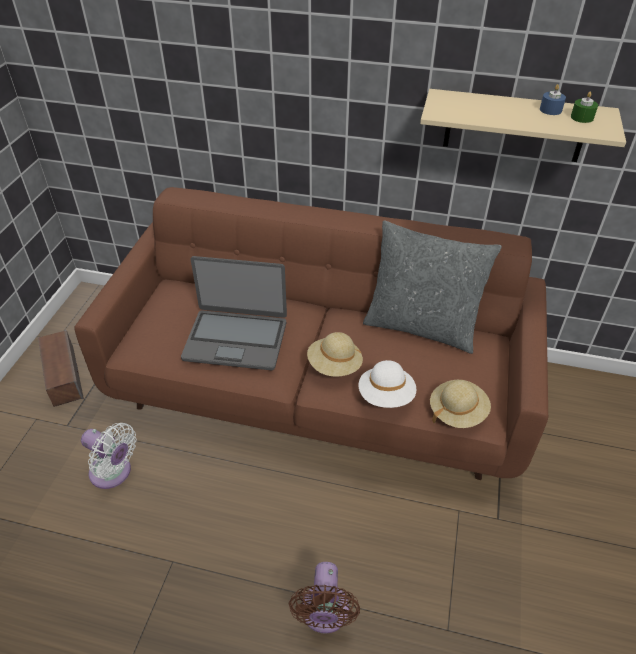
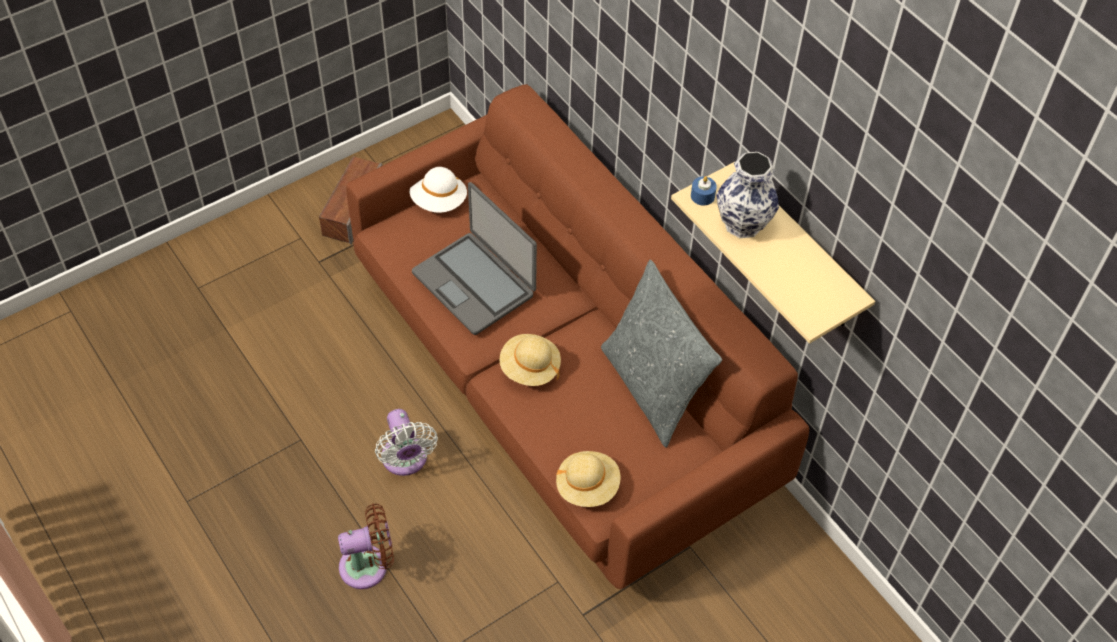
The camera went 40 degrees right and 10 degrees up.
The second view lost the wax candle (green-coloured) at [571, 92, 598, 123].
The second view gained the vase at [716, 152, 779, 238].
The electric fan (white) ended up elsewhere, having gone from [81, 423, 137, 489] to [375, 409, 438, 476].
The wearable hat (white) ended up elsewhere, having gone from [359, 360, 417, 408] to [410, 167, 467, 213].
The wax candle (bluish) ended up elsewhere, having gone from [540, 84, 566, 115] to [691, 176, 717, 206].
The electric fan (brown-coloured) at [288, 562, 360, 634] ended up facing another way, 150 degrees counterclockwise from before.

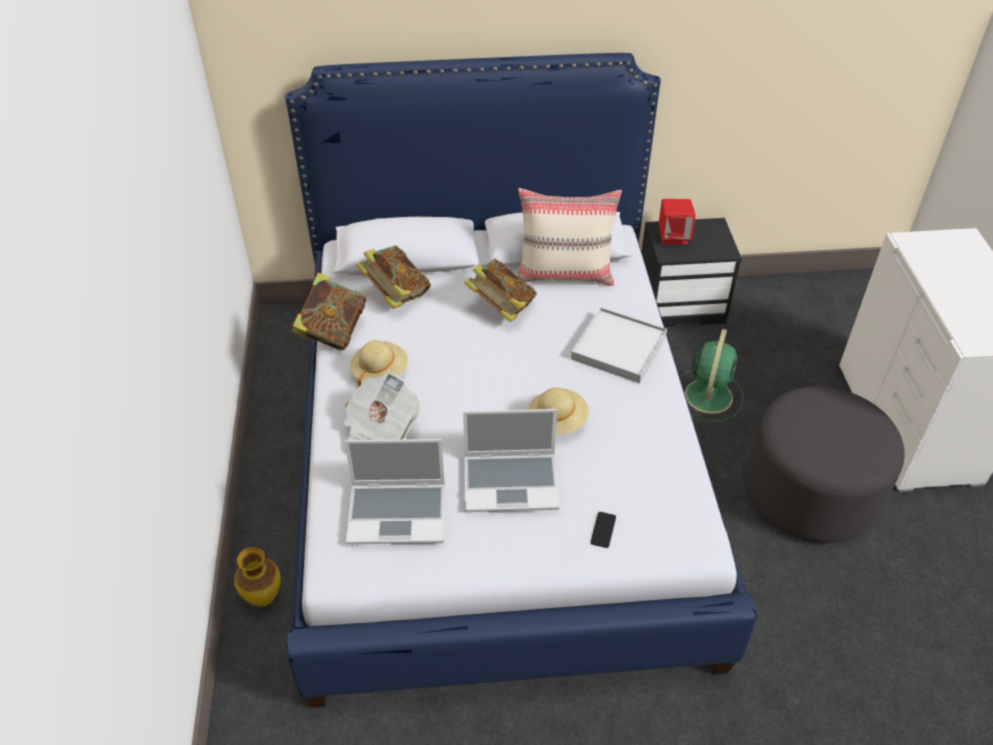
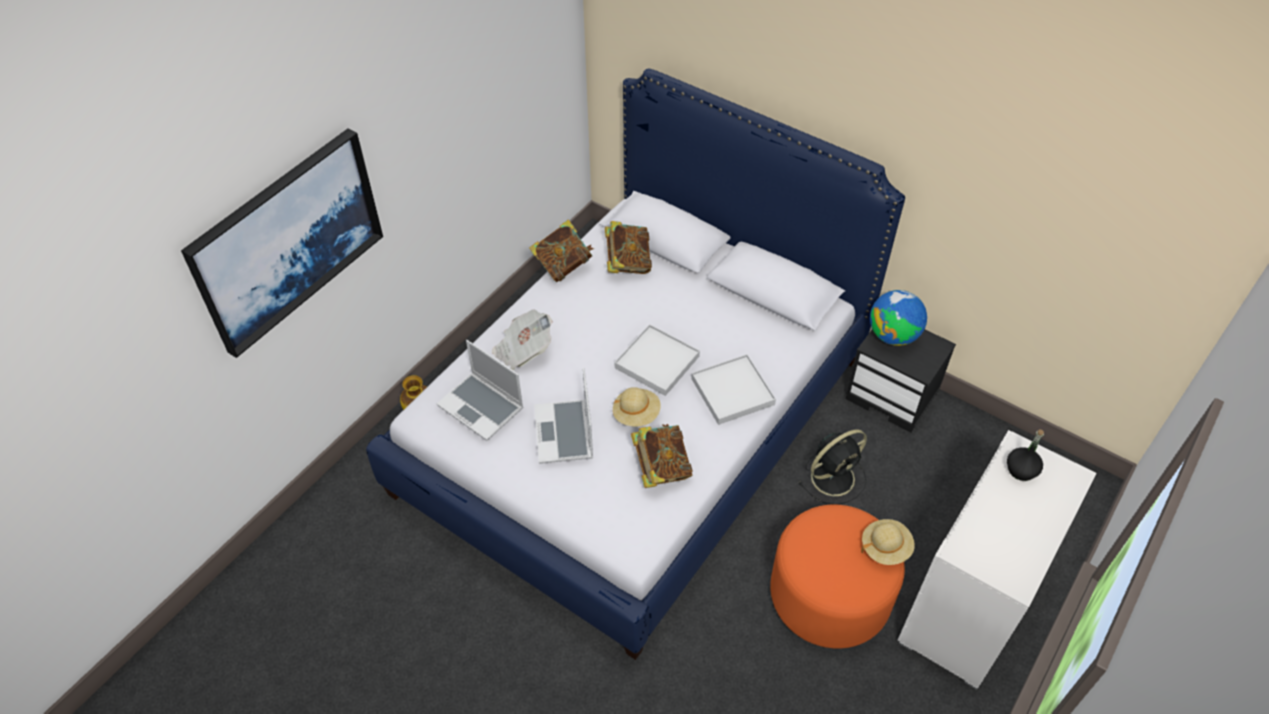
The camera went 40 degrees right and 5 degrees up.
The second view lost the cushion (sand-coloured) at [517, 188, 622, 286].
The second view lost the phone at [591, 512, 616, 548].
The second view gained the wall art at [181, 128, 383, 358].
The second view gained the tray (white) at [615, 324, 700, 396].
The second view gained the drink bottle (black) at [1007, 430, 1044, 481].
The wearable hat (sand-coloured) ended up elsewhere, having gone from [350, 340, 408, 387] to [861, 519, 915, 565].
The bound book ended up elsewhere, having gone from [464, 259, 537, 322] to [631, 424, 693, 488].
Where the loudspeaker (reddish) stood at [659, 199, 696, 245], the world globe came to stand at [870, 290, 927, 346].
What was the electric fan (green-coloured) at [680, 329, 744, 421] turned into the electric fan (black) at [798, 429, 867, 505].
What was the footrest (gray) at [746, 387, 905, 543] turned into the footrest (orange) at [770, 504, 905, 649].
The portable computer at [463, 409, 560, 512] ended up facing another way, 45 degrees clockwise from before.

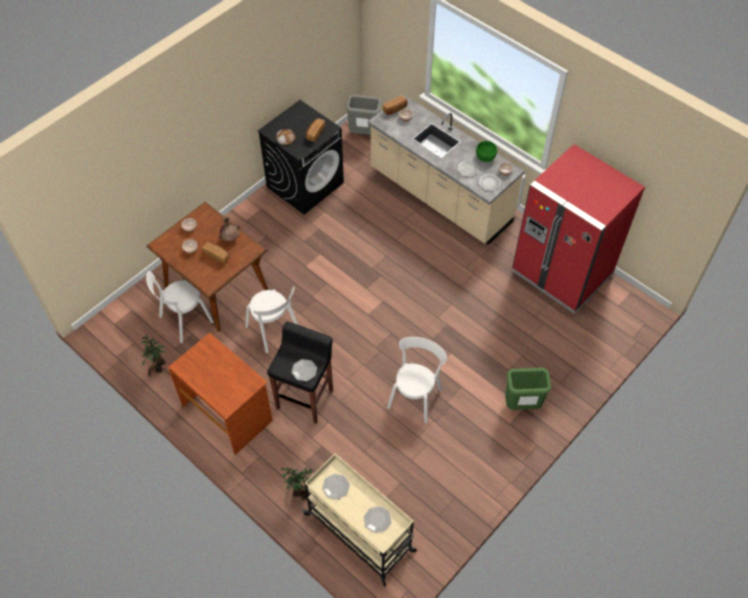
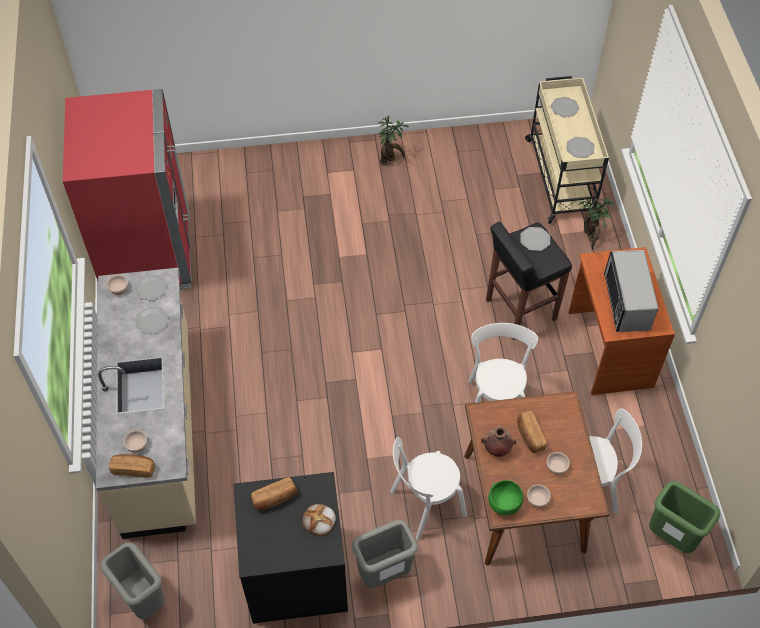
The camera went 140 degrees left and 0 degrees up.
The second view gained the trash can (gray) at [352, 520, 418, 588].
The second view gained the microwave at [604, 250, 658, 332].
The potted plant ended up elsewhere, having gone from [141, 335, 166, 377] to [378, 116, 409, 165].
The chair (white) ended up elsewhere, having gone from [387, 337, 447, 423] to [390, 437, 467, 540].
The deep dish (green-coloured) ended up elsewhere, having gone from [476, 141, 498, 162] to [488, 480, 523, 515].
The trash can (green-coloured) ended up elsewhere, having gone from [505, 368, 551, 410] to [649, 481, 720, 553].

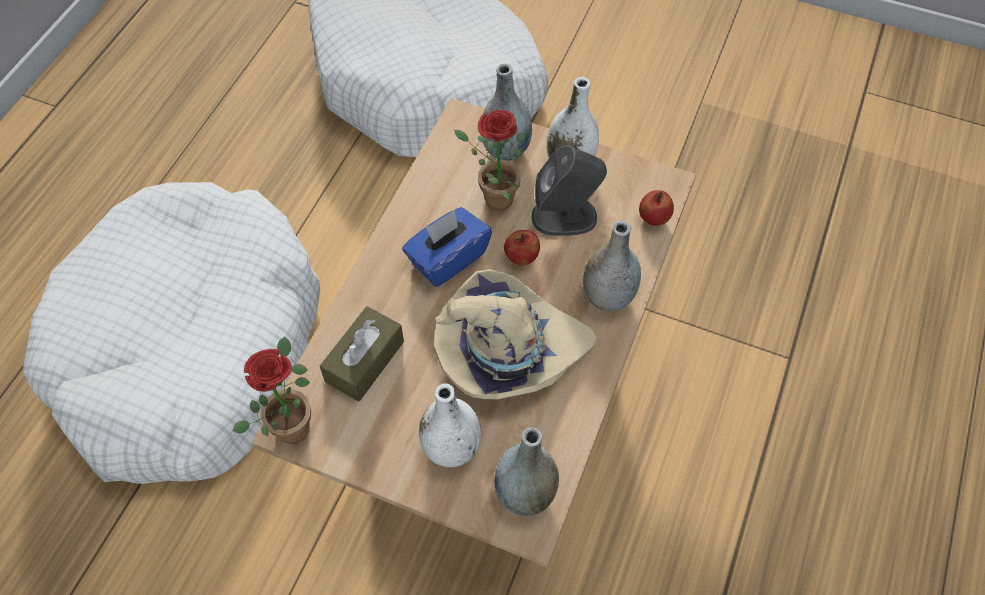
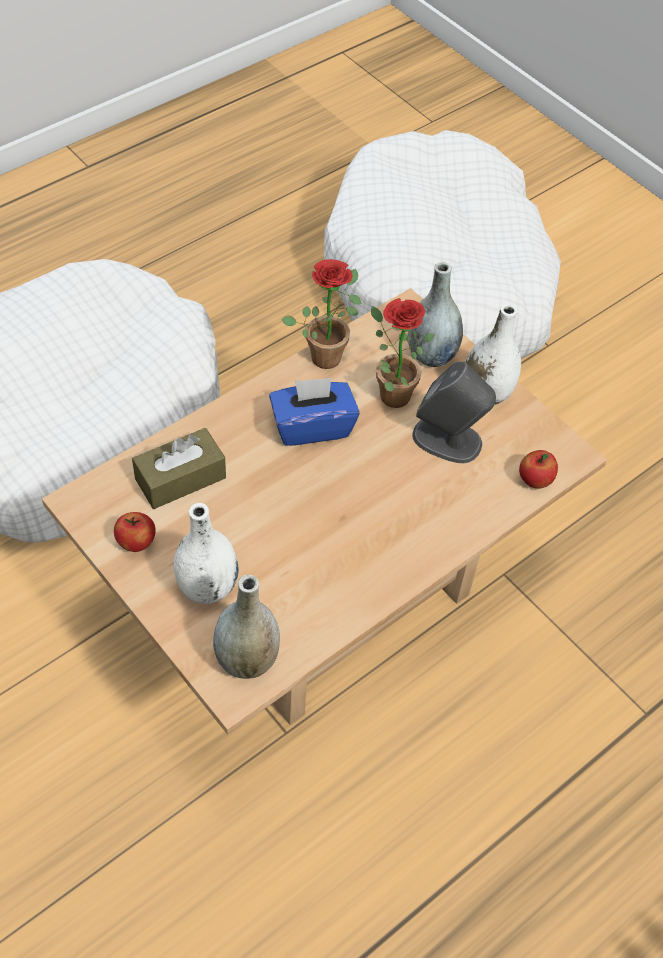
The camera went 25 degrees right and 5 degrees down.
The second view lost the wearable hat (sand-coloured) at [434, 269, 597, 399].
The second view lost the vase (gray) at [583, 220, 641, 311].
The potted plant ended up elsewhere, having gone from [232, 336, 311, 444] to [281, 259, 361, 369].
The apple ended up elsewhere, having gone from [504, 230, 540, 266] to [114, 512, 156, 552].

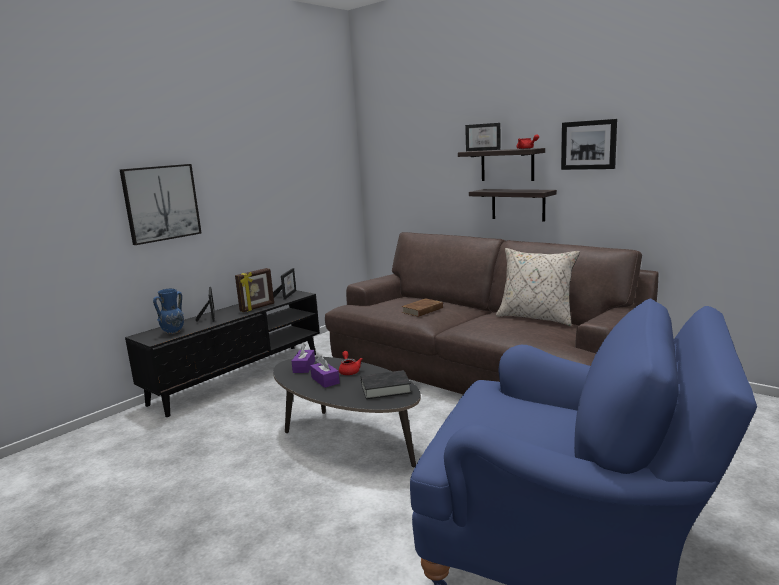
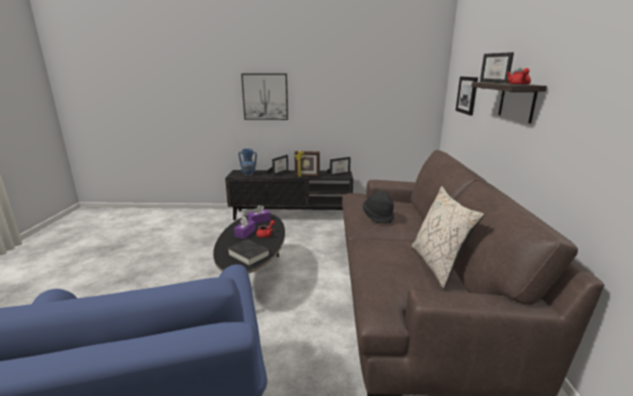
The camera went 50 degrees right and 5 degrees up.
The second view lost the shelf at [469, 189, 557, 221].
The wall art ended up elsewhere, having gone from [561, 119, 617, 170] to [456, 77, 478, 115].
Where the bound book (brown-coloured) stood at [401, 298, 443, 317], the wearable hat (black) came to stand at [363, 191, 394, 223].

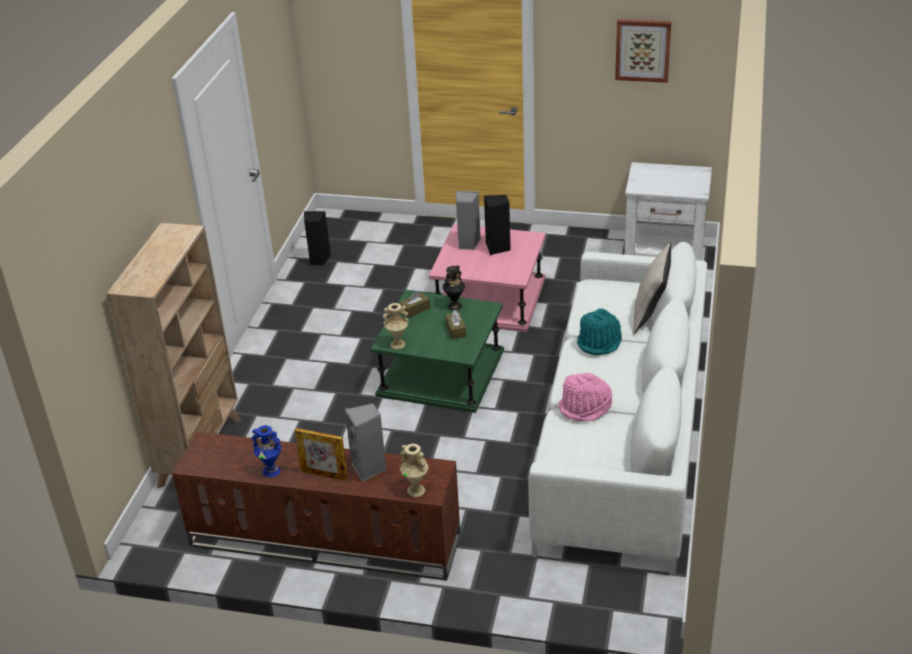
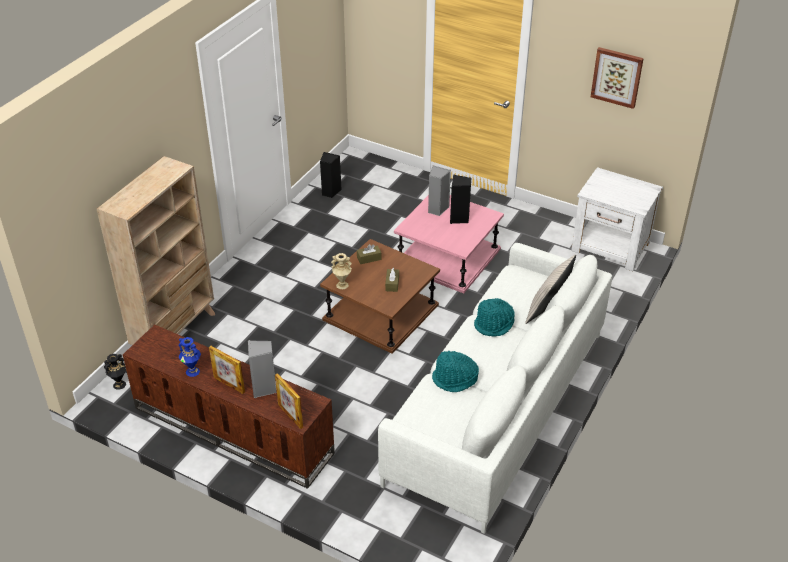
The camera went 15 degrees right and 5 degrees up.
The vase (black) ended up elsewhere, having gone from [443, 265, 465, 311] to [104, 354, 126, 390].
Where the vase (sand-coloured) stood at [400, 443, 429, 497], the photo frame came to stand at [275, 373, 303, 429].
What was the accent table (green-coloured) at [371, 290, 504, 413] turned into the accent table (brown-coloured) at [320, 239, 440, 354].
What was the wearable hat (pink) at [559, 373, 612, 421] turned into the wearable hat (turquoise-coloured) at [432, 351, 479, 392].

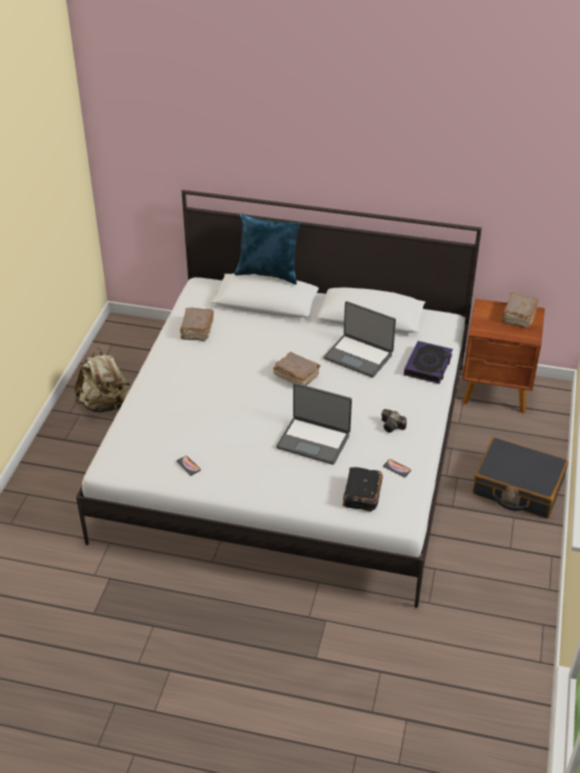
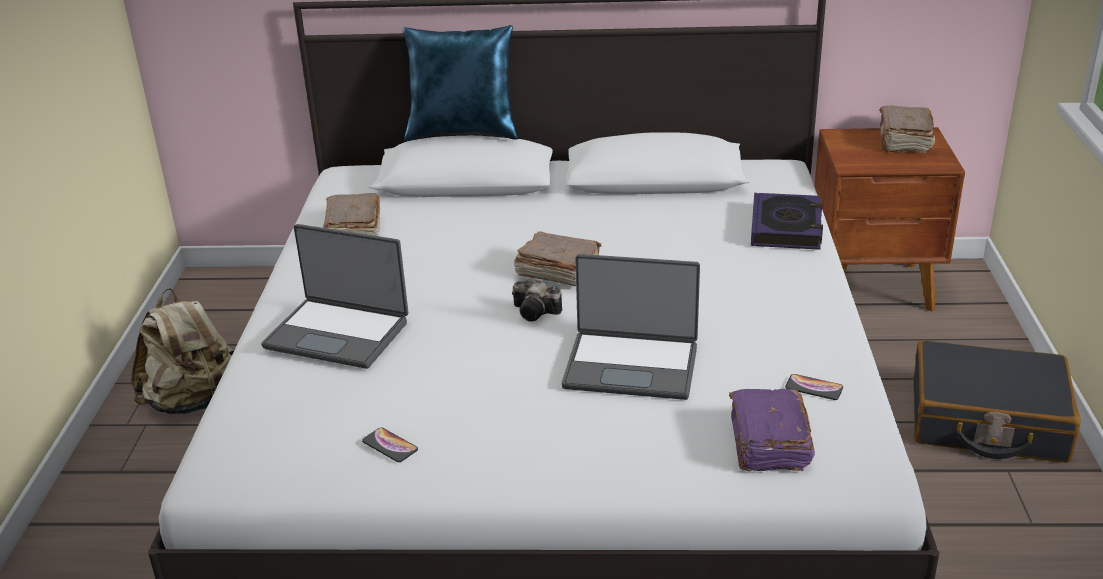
The camera went 10 degrees left and 10 degrees down.
The portable computer ended up elsewhere, having gone from [324, 301, 396, 378] to [262, 224, 408, 369].
The still camera ended up elsewhere, having gone from [381, 409, 407, 433] to [512, 280, 562, 322].
What was the bound book (black) at [342, 467, 383, 512] turned into the bound book (purplish) at [729, 389, 815, 471].

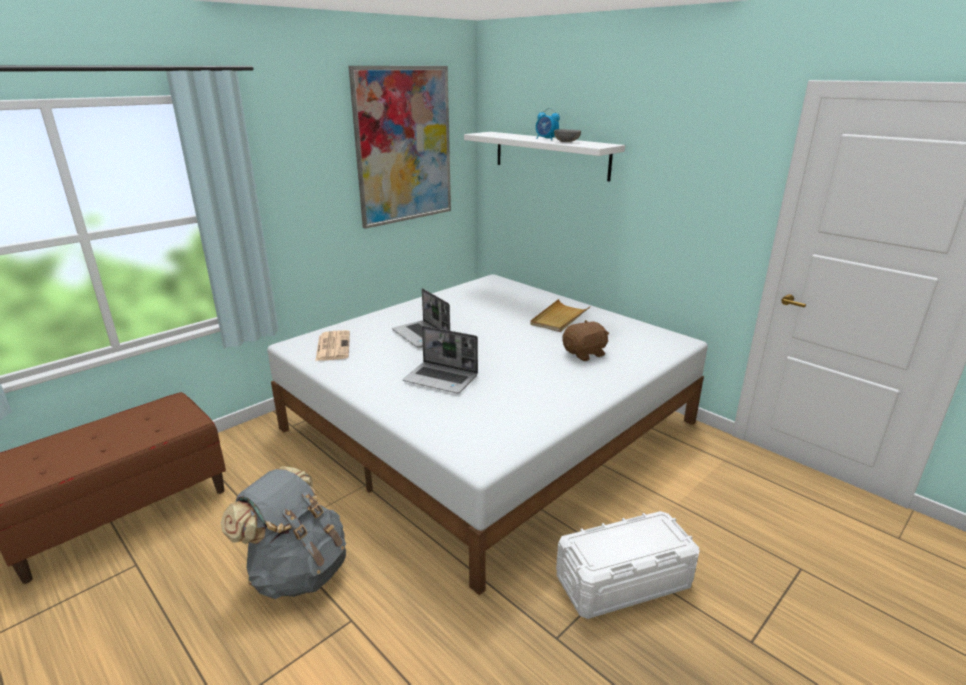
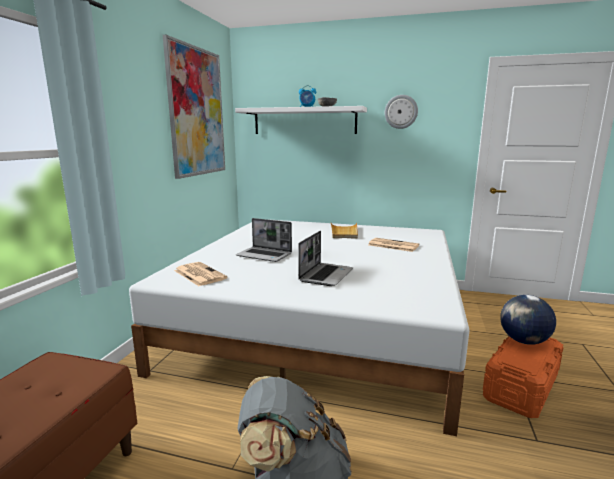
The camera went 30 degrees left and 10 degrees down.
The second view gained the hanging clock at [385, 95, 418, 129].
The second view gained the world globe at [500, 295, 556, 345].
Where the soft toy (brown-coloured) stood at [562, 320, 609, 361], the printed paper came to stand at [368, 238, 419, 252].
What was the storage box (white) at [556, 511, 700, 619] turned into the storage box (orange) at [483, 336, 564, 418].
The portable computer at [403, 326, 478, 394] ended up facing another way, 60 degrees counterclockwise from before.

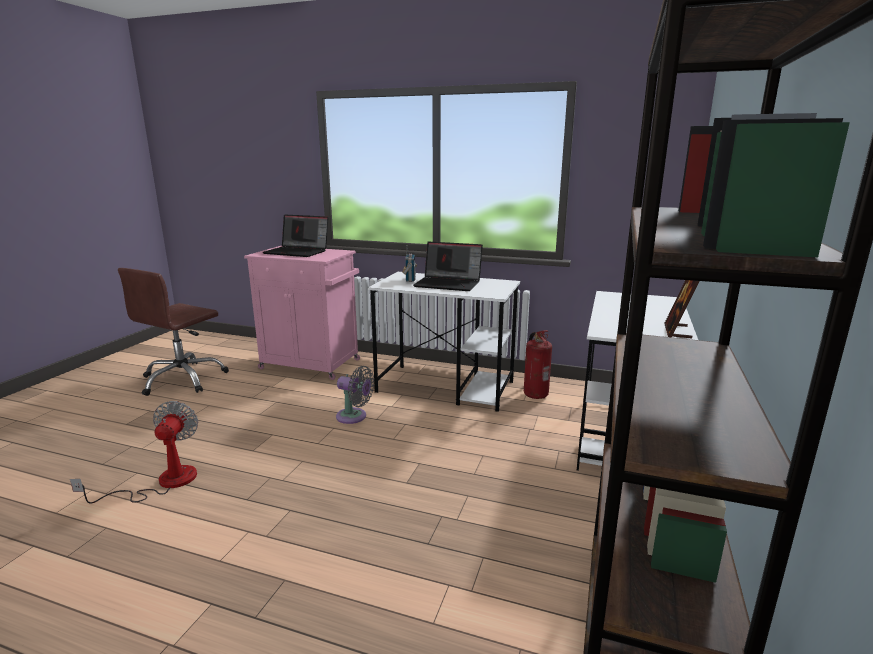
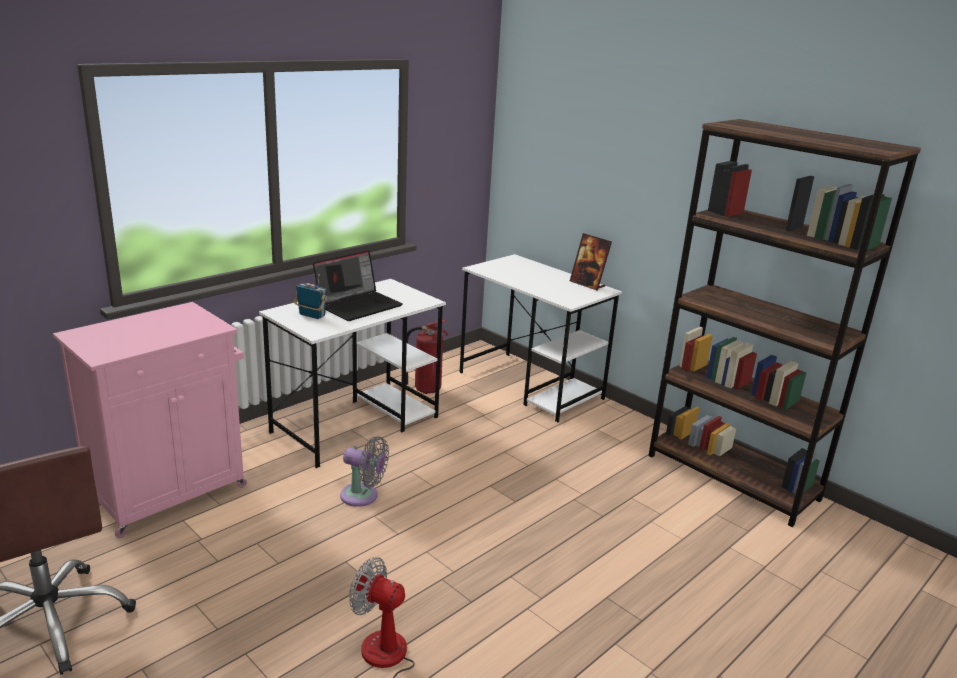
The camera went 65 degrees left and 5 degrees up.
The second view lost the portable computer at [263, 214, 328, 257].
The electric fan (gray) at [336, 366, 374, 424] ended up facing another way, 60 degrees clockwise from before.

